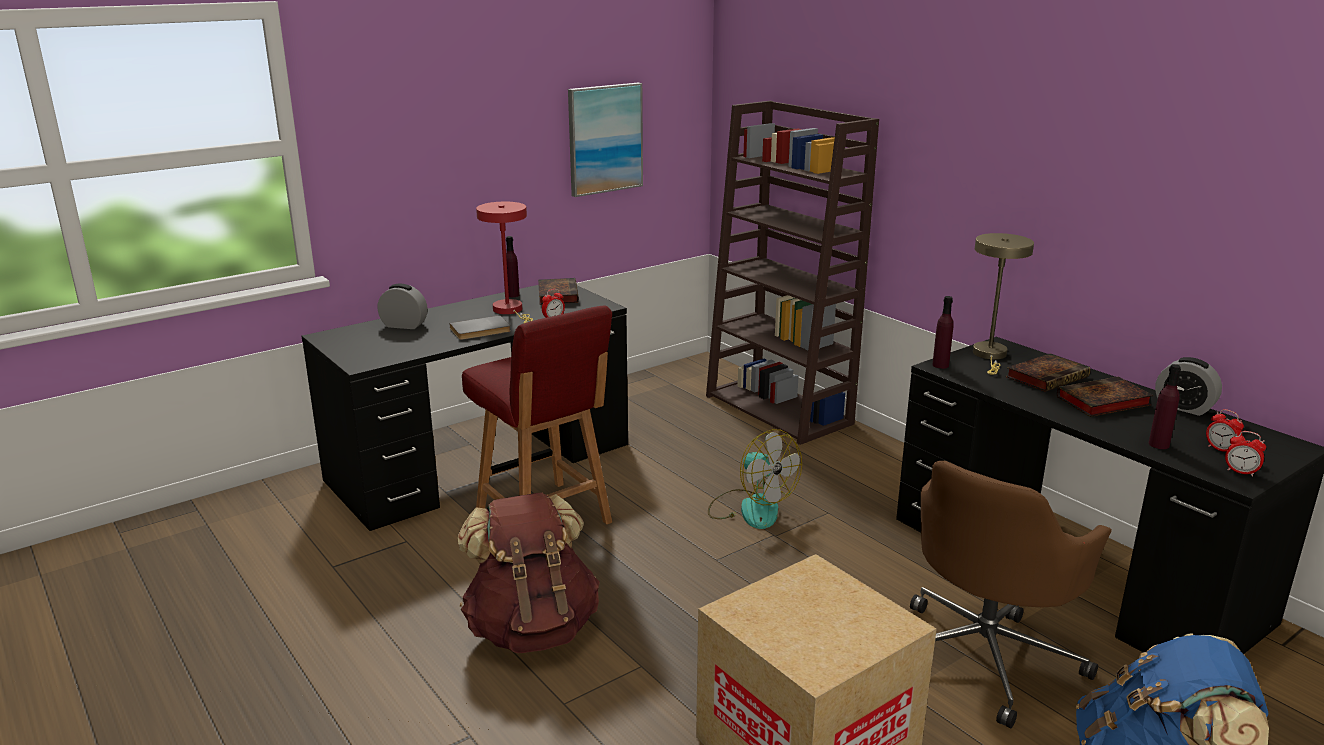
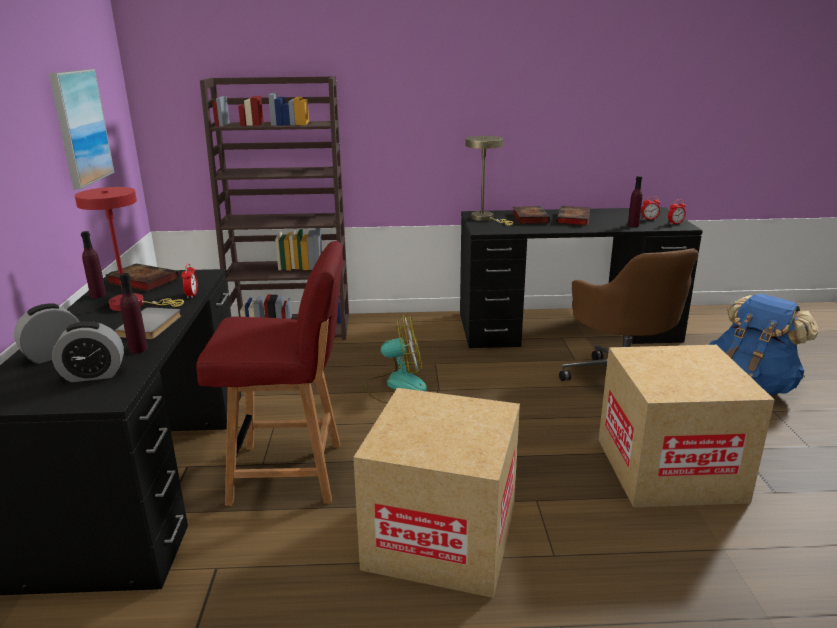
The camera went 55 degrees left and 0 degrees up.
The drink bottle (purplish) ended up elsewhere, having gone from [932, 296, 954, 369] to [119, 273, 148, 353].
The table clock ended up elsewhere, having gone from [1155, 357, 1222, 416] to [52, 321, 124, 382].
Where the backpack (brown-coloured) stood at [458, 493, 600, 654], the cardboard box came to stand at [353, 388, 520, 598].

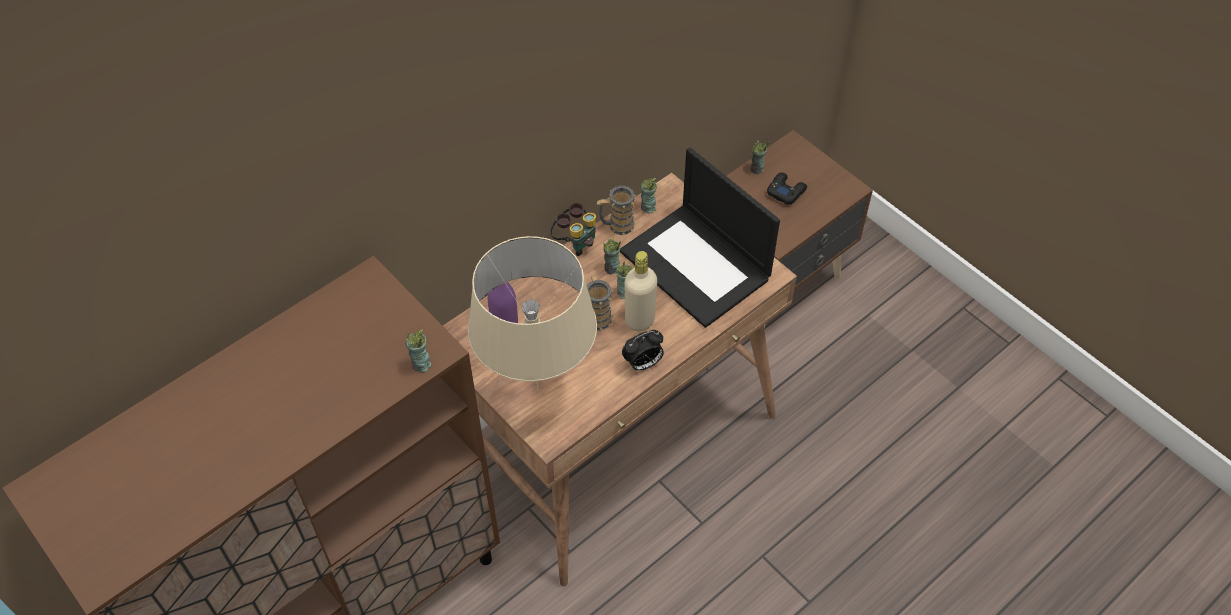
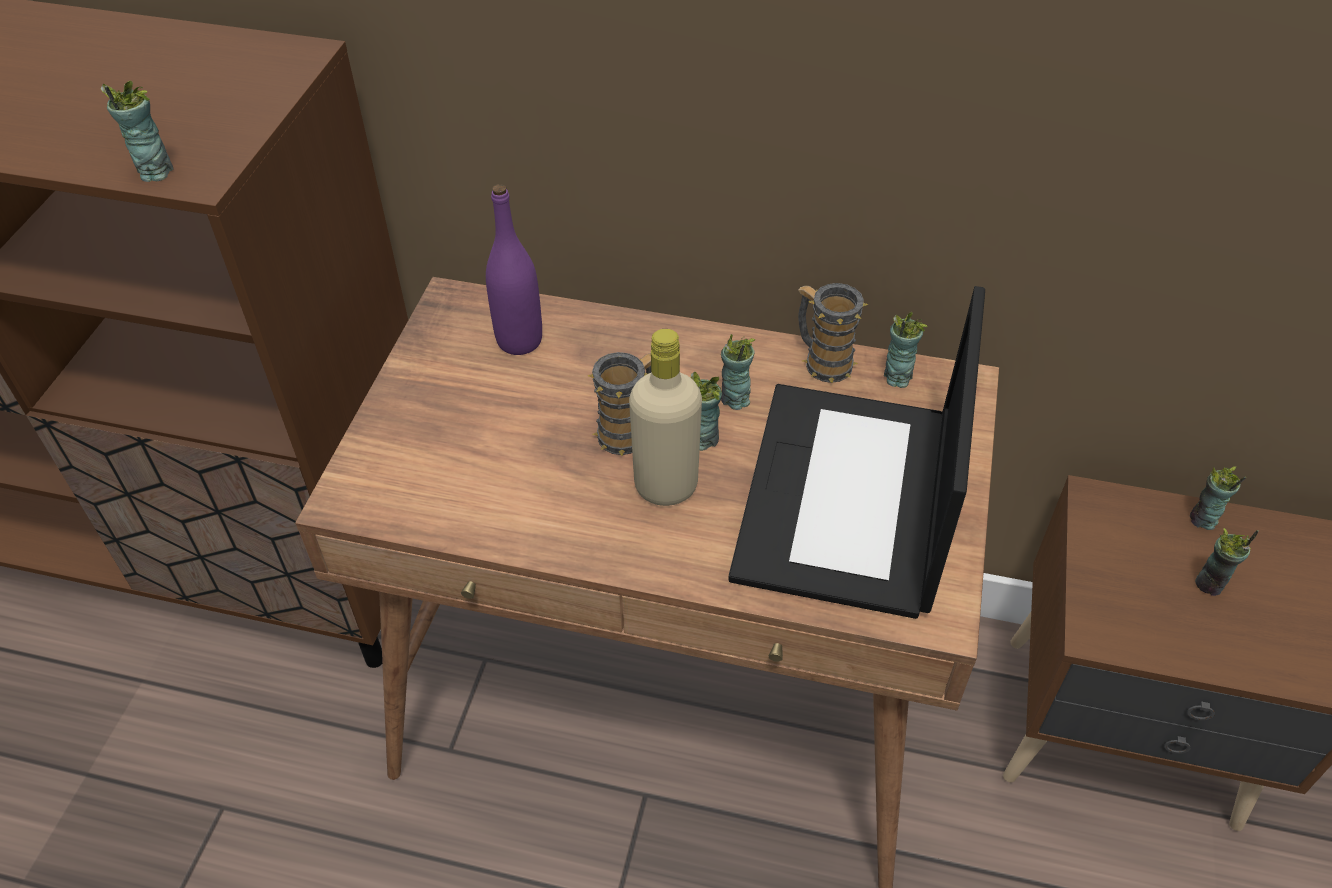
The camera went 55 degrees right and 5 degrees down.
The second view lost the lamp for a table (sand-coloured) at [468, 236, 597, 391].
The second view lost the binoculars at [550, 203, 596, 256].
The second view lost the table clock at [622, 330, 664, 371].
Where the game controller (black) stood at [767, 173, 807, 204], the cup came to stand at [1195, 528, 1259, 596].

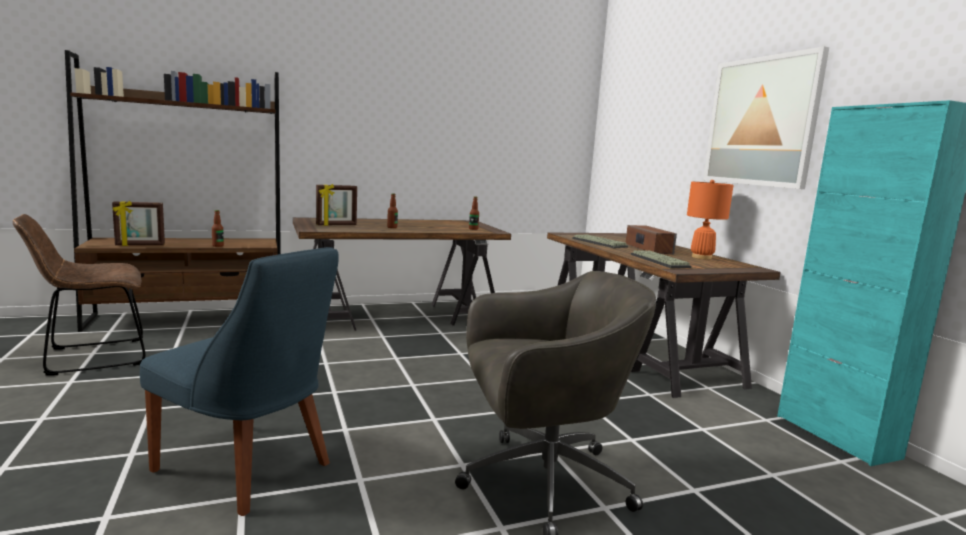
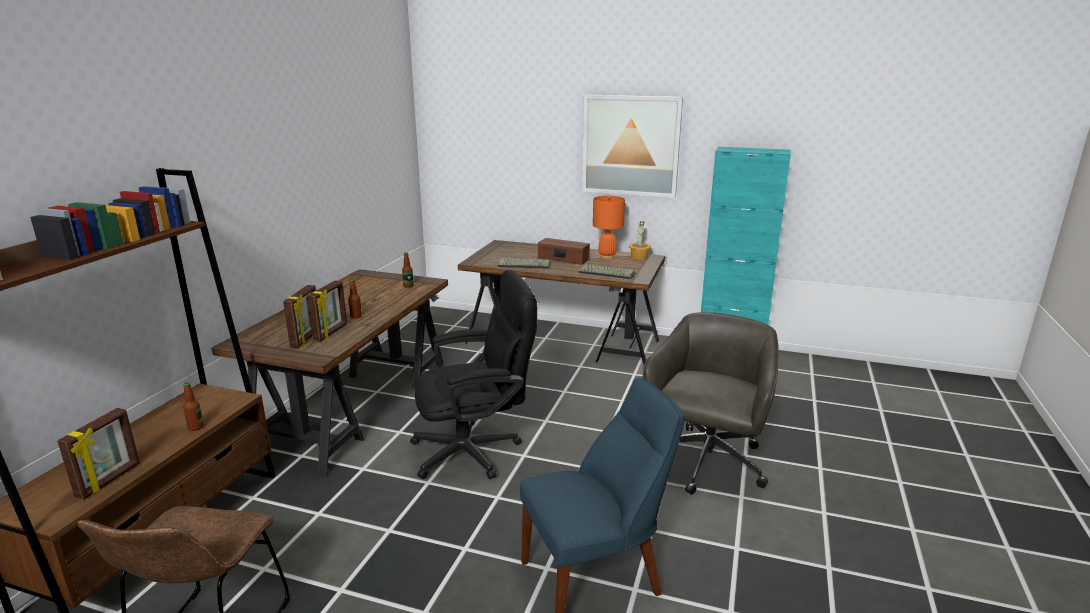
The camera went 50 degrees left and 10 degrees up.
The second view gained the photo frame at [307, 280, 347, 341].
The second view gained the office chair (black) at [410, 270, 537, 479].
The second view gained the potted plant at [629, 221, 651, 260].

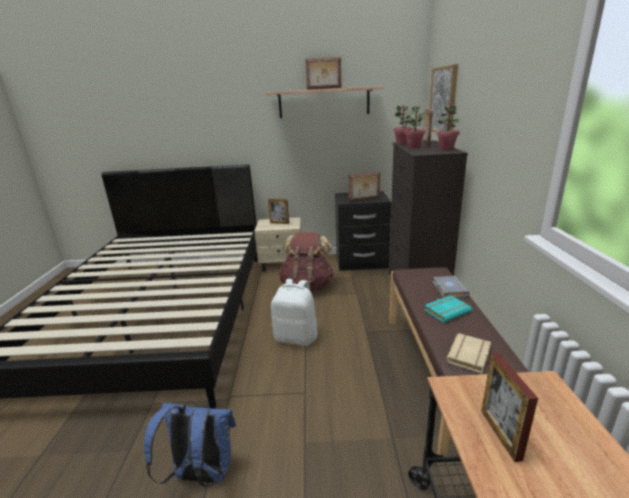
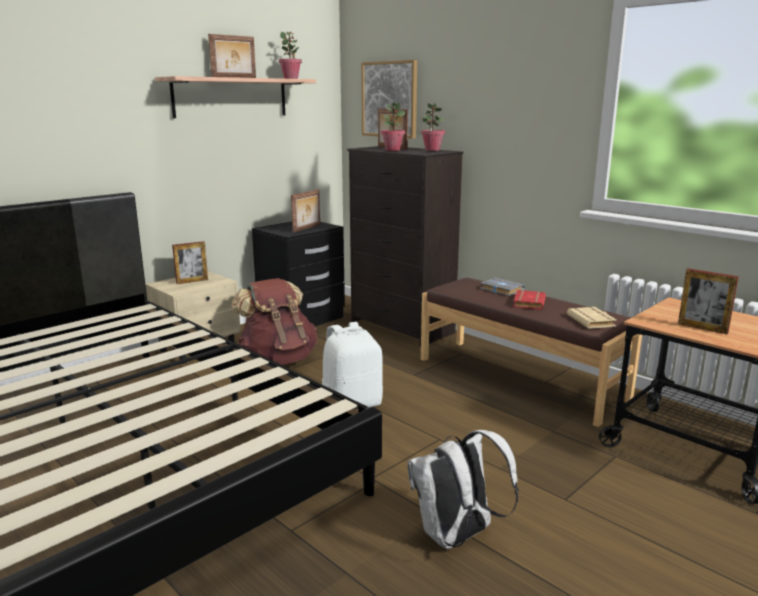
The camera went 45 degrees left and 5 degrees down.
The potted plant ended up elsewhere, having gone from [393, 105, 413, 145] to [279, 32, 302, 79].
What was the backpack (bluish) at [144, 401, 236, 487] turned into the backpack (white) at [407, 430, 519, 549].
What was the bound book (turquoise-coloured) at [424, 295, 472, 323] turned into the bound book (reddish) at [513, 290, 546, 310].

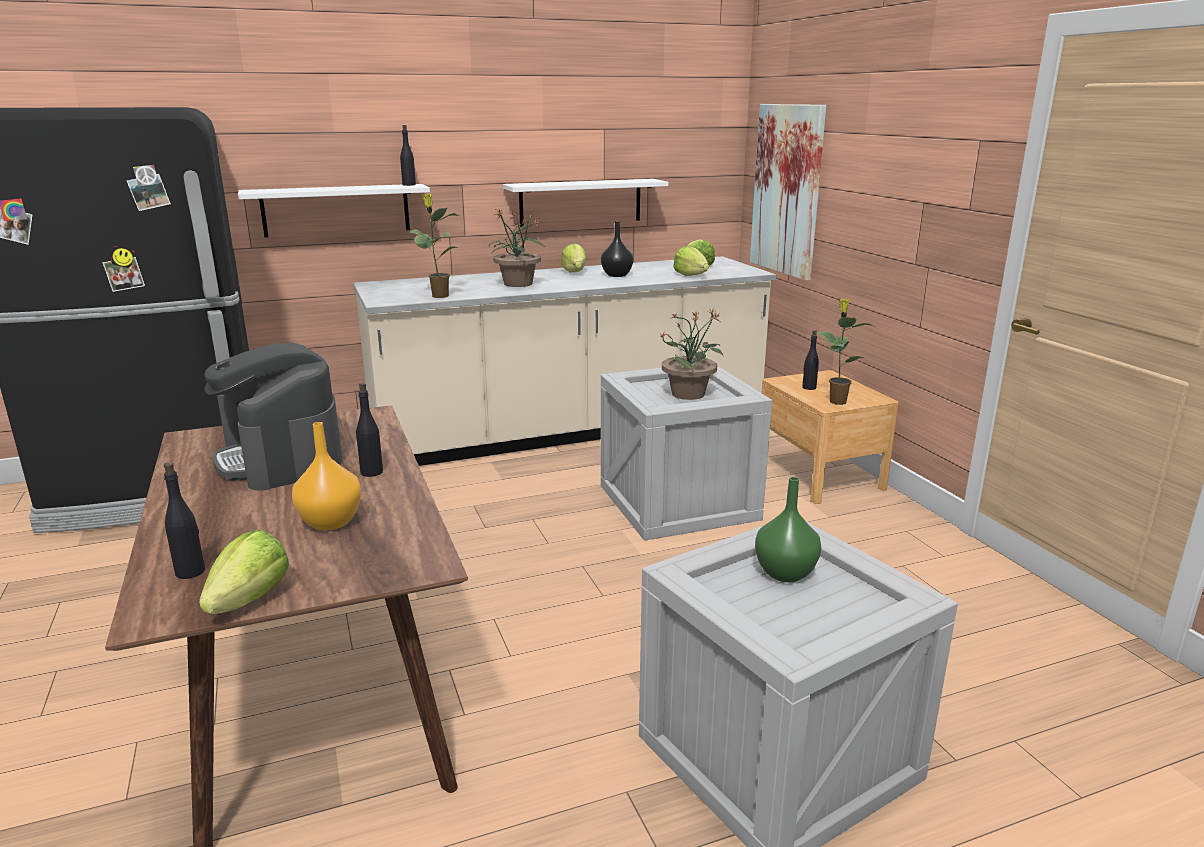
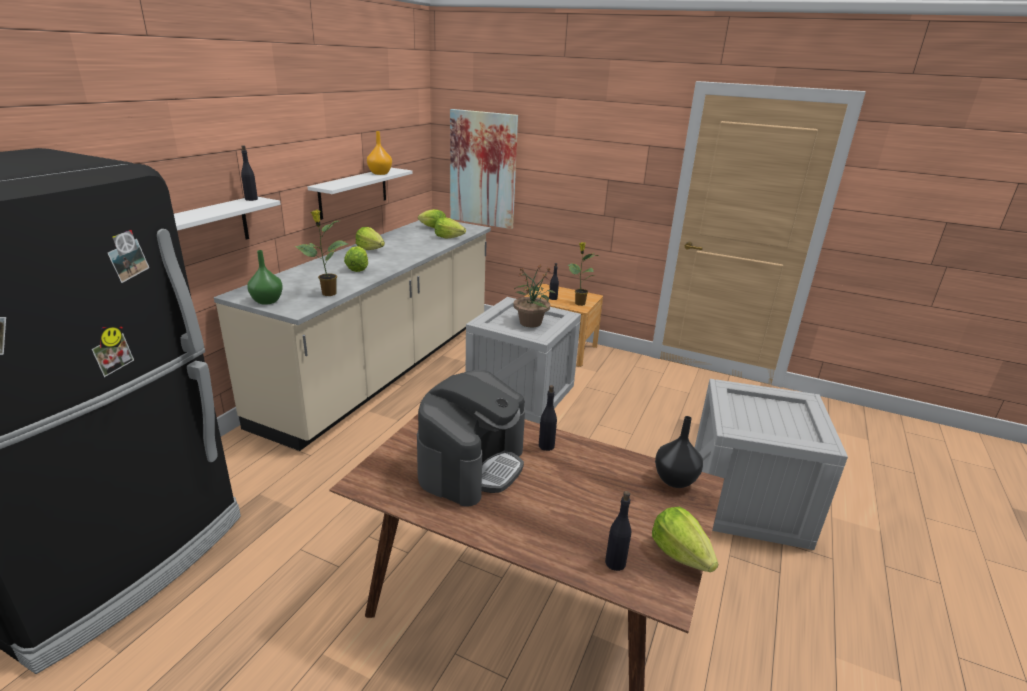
The camera went 45 degrees left and 5 degrees up.
The vase (orange) ended up elsewhere, having gone from [292, 422, 361, 530] to [367, 131, 392, 175].
The vase (black) ended up elsewhere, having gone from [601, 221, 633, 277] to [655, 416, 703, 488].
The vase (green-coloured) ended up elsewhere, having gone from [755, 477, 822, 582] to [247, 250, 283, 305].
Where the potted plant stood at [488, 210, 547, 287], the lettuce head came to stand at [344, 246, 368, 272].
The coffee brewer at [204, 343, 342, 491] ended up facing another way, 75 degrees counterclockwise from before.

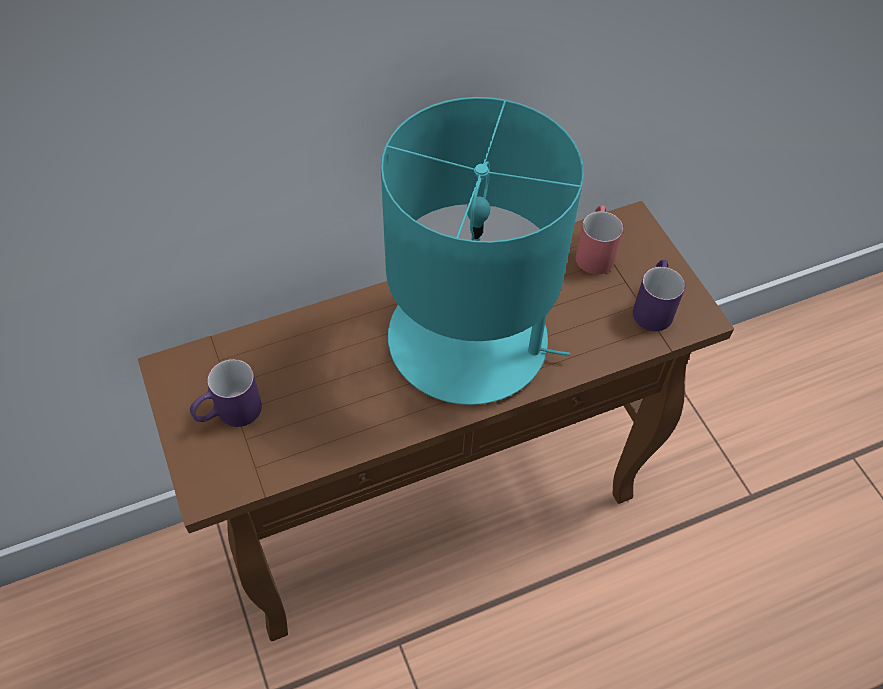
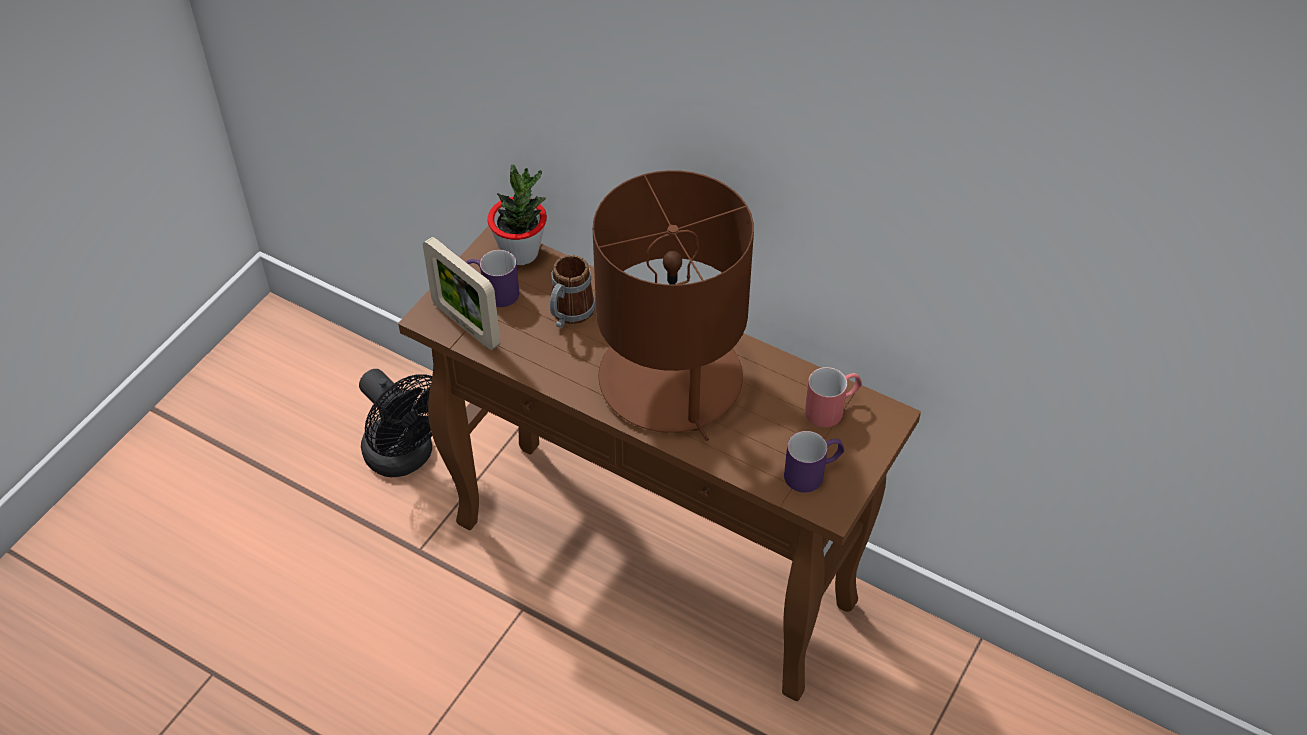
The camera went 55 degrees right and 5 degrees down.
The second view gained the electric fan (black) at [359, 369, 432, 477].
The second view gained the photo frame at [423, 237, 500, 350].
The second view gained the potted plant at [487, 164, 547, 265].
The second view gained the tea mug at [550, 255, 596, 328].
What was the lamp for a table (turquoise-coloured) at [381, 97, 584, 405] turned into the lamp for a table (brown-coloured) at [593, 170, 754, 441].

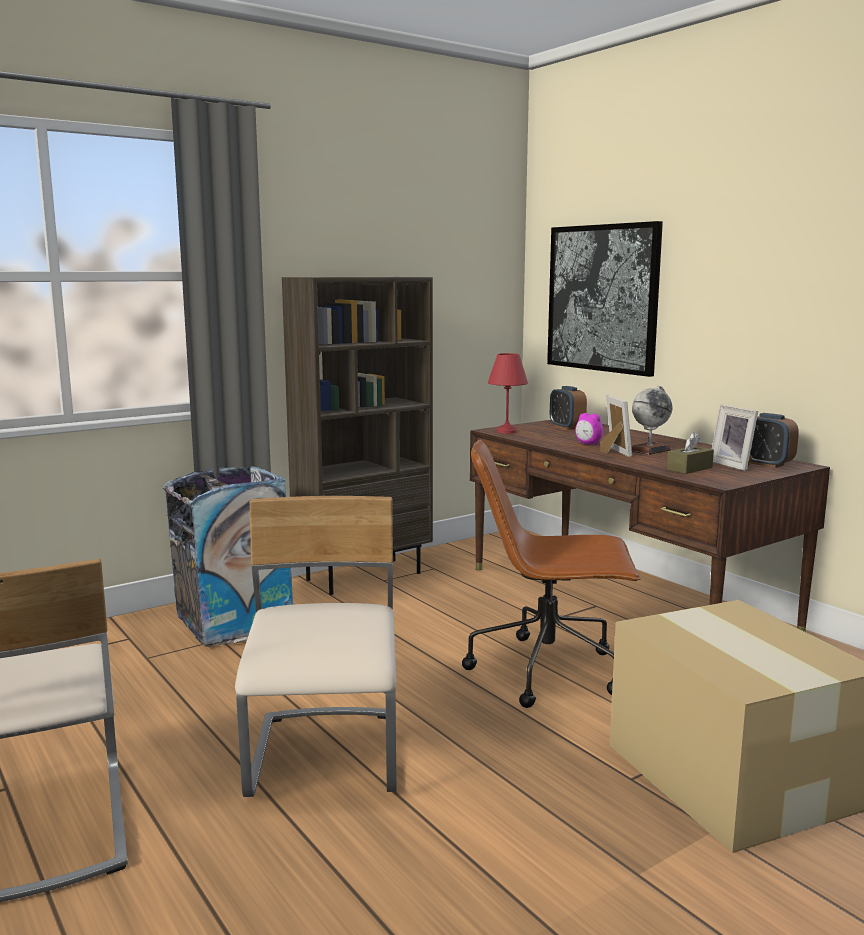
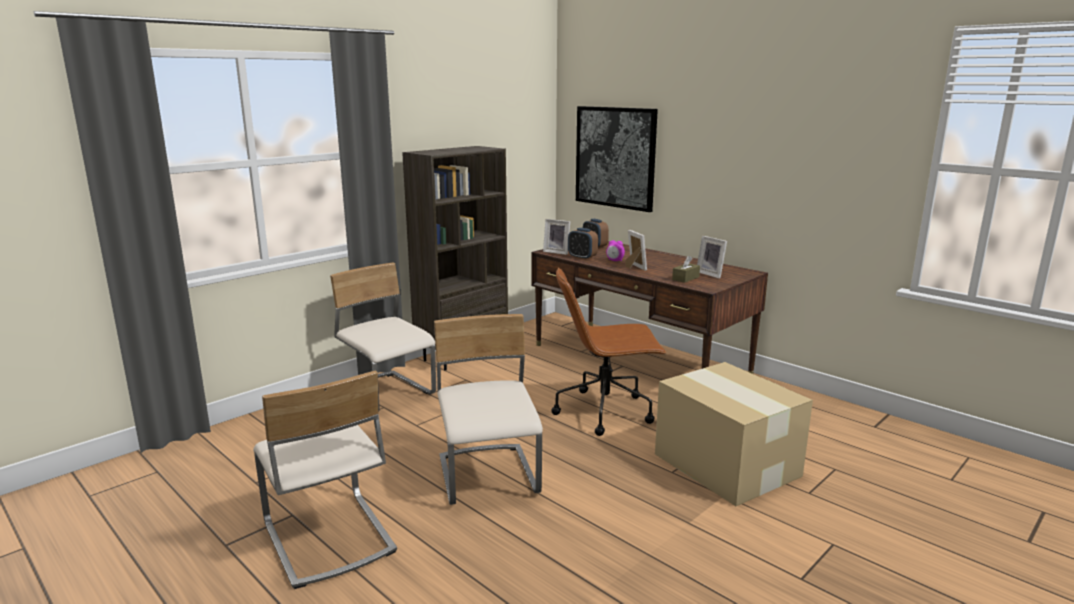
The camera went 10 degrees left and 5 degrees up.
The second view lost the world globe at [632, 385, 672, 455].
The table clock ended up elsewhere, having gone from [750, 413, 799, 468] to [568, 228, 598, 260].
Where the trash can stood at [163, 466, 293, 647], the chair (sand-coloured) came to stand at [330, 263, 436, 412].
Where the lamp for a table (reddish) stood at [488, 353, 528, 434], the photo frame came to stand at [543, 219, 570, 255].

